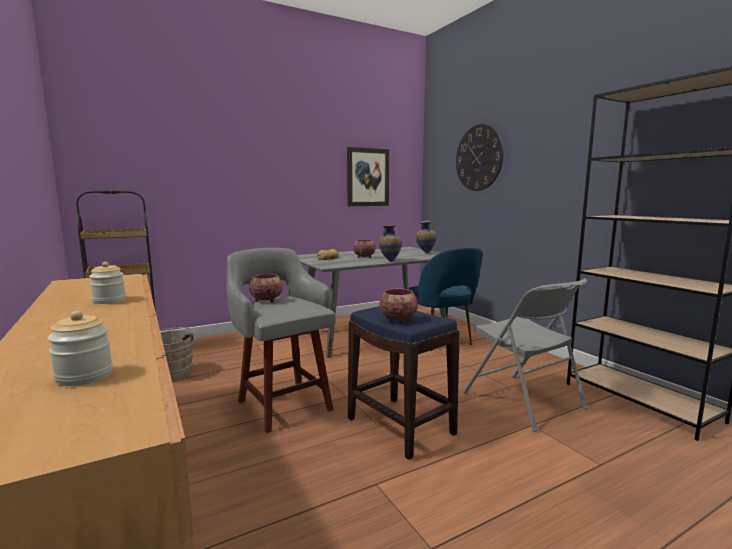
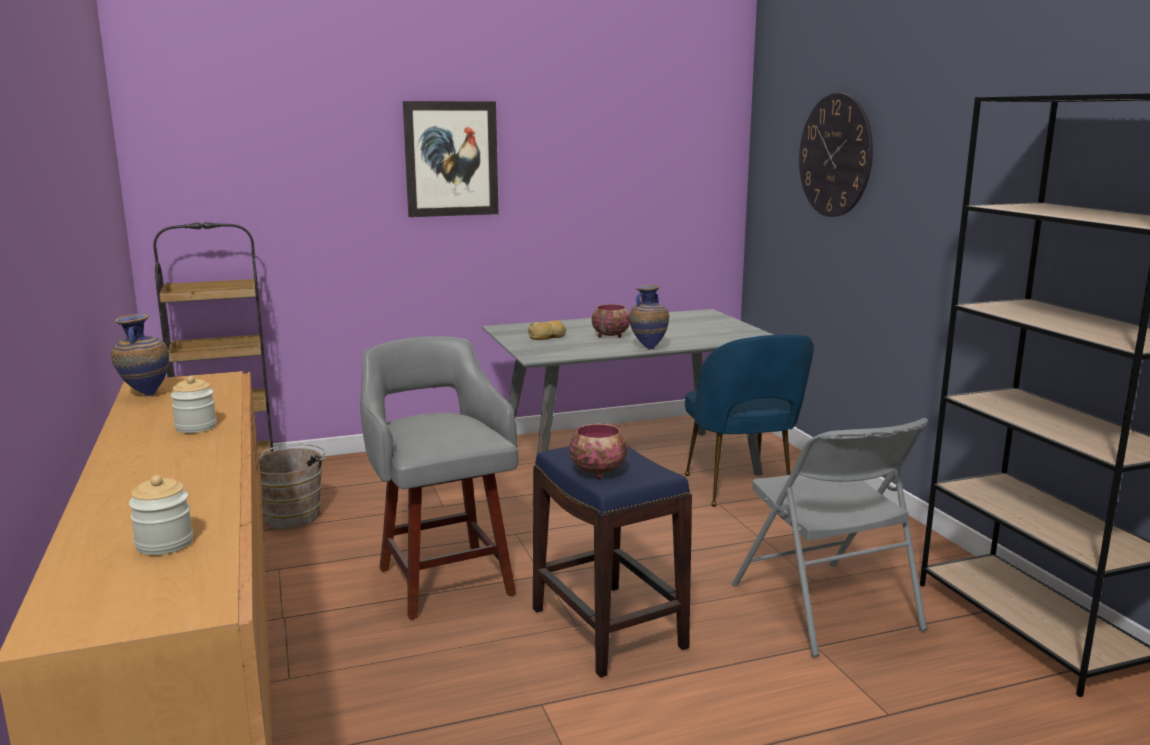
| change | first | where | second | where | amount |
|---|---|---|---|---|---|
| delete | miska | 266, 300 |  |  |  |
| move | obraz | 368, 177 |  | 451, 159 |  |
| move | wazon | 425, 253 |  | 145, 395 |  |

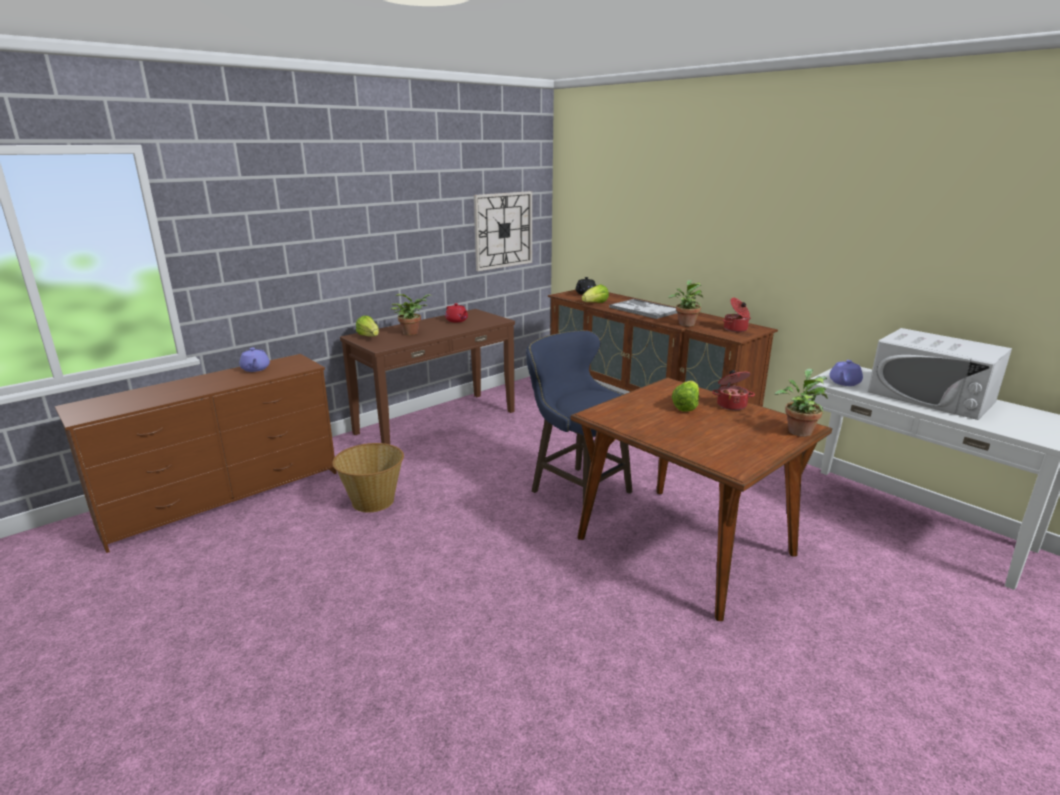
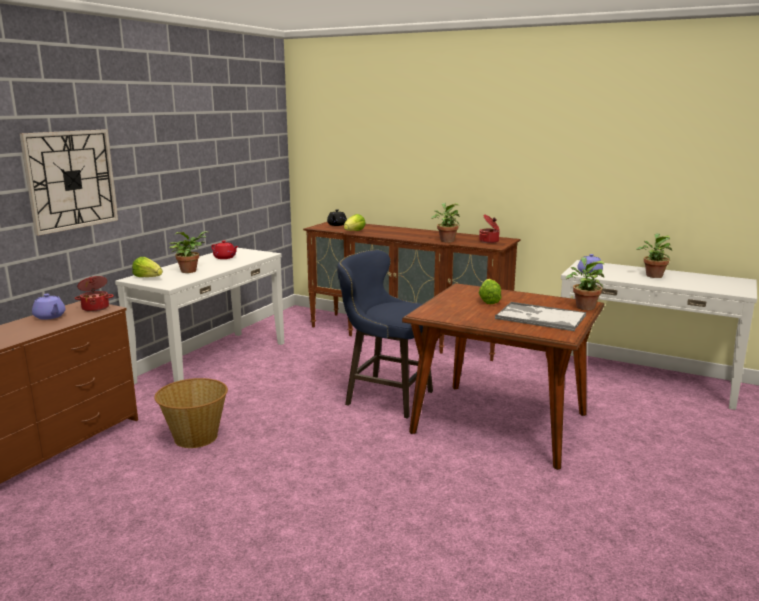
| change | first | where | second | where | amount |
|---|---|---|---|---|---|
| move | zegar ścienny | 503, 230 |  | 71, 180 |  |
| move | taca | 644, 310 |  | 539, 317 |  |
| move | garnek | 731, 405 |  | 95, 307 |  |
| replace | mikrofalówka [biały] | 930, 396 | roślina doniczkowa | 653, 275 |  |
| recolor | stolik konsolowy [brązowy] | 436, 422 | stolik konsolowy [biały] | 212, 362 |  |

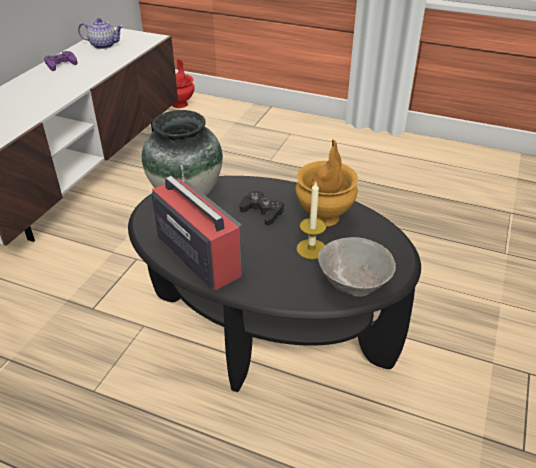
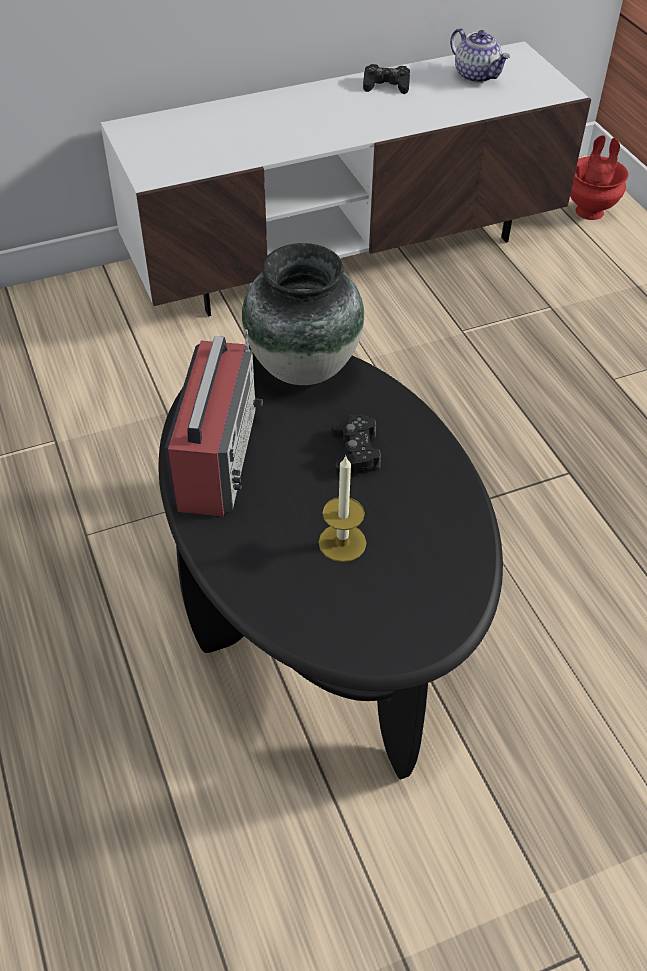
| change | first | where | second | where | amount |
|---|---|---|---|---|---|
| delete | wazon [brązowy] | 324, 217 |  |  |  |
| delete | miska [szary] | 354, 285 |  |  |  |
| recolor | pad do gier [fioletowy] | 61, 64 | pad do gier [czarny] | 386, 85 |  |

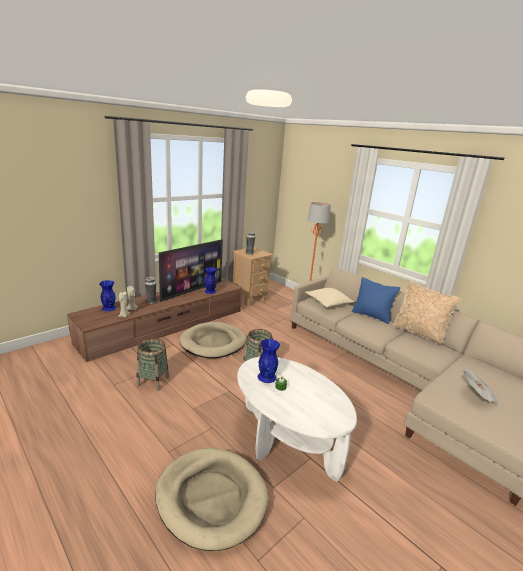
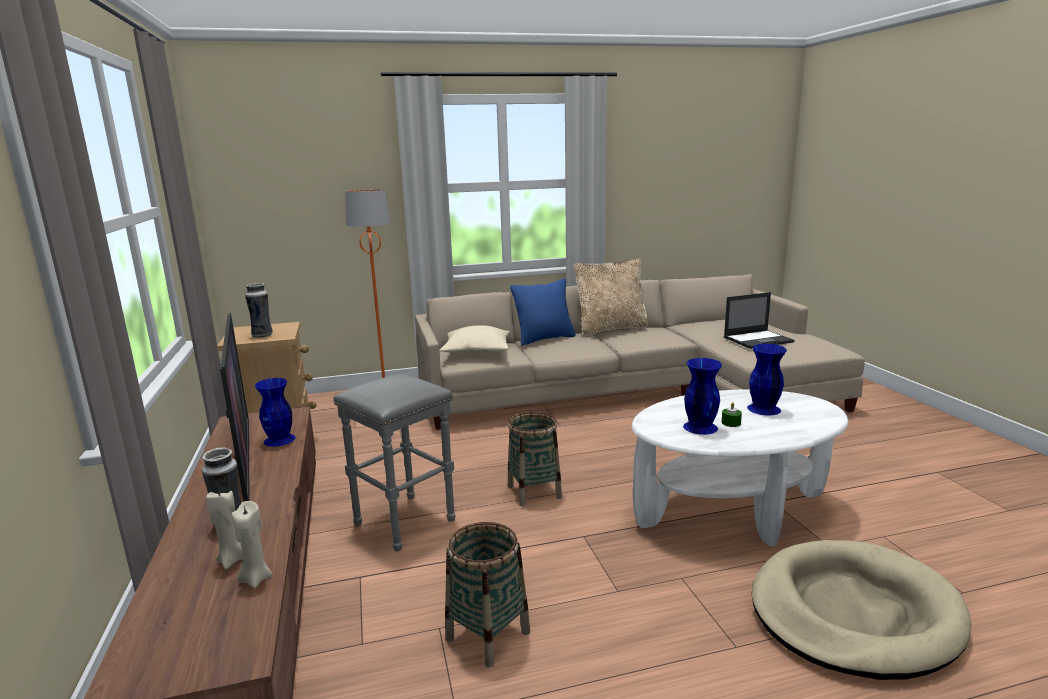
| change | first | where | second | where | amount |
|---|---|---|---|---|---|
| move | wazon [niebieski] | 108, 308 |  | 763, 409 |  |
| replace | legowisko [beżowy] | 213, 342 | stołek [szary] | 405, 520 |  |
| replace | gazeta | 478, 396 | laptop | 758, 339 |  |

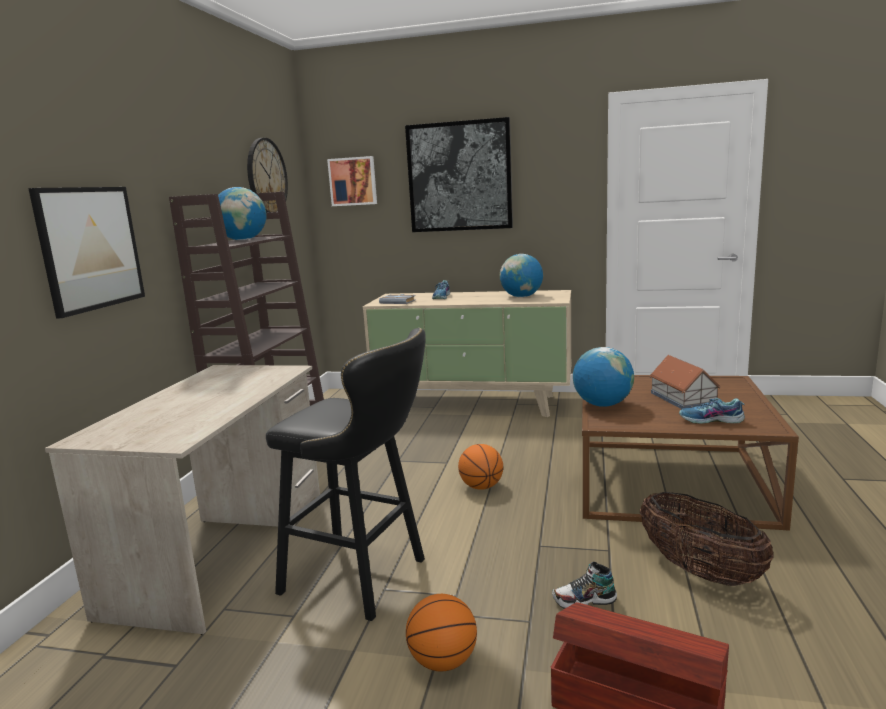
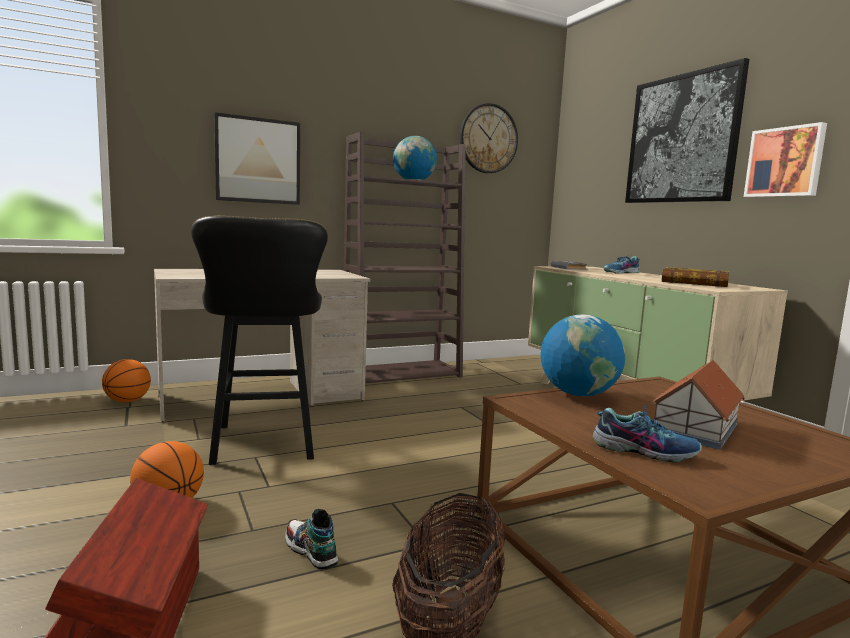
| change | first | where | second | where | amount |
|---|---|---|---|---|---|
| move | obraz | 353, 181 |  | 785, 162 |  |
| move | piłka do koszykówki | 481, 487 |  | 127, 401 |  |
| replace | globus | 521, 297 | książka | 694, 283 |  |
| rotate | but | 711, 420 |  | 644, 450 | 135 degrees clockwise |

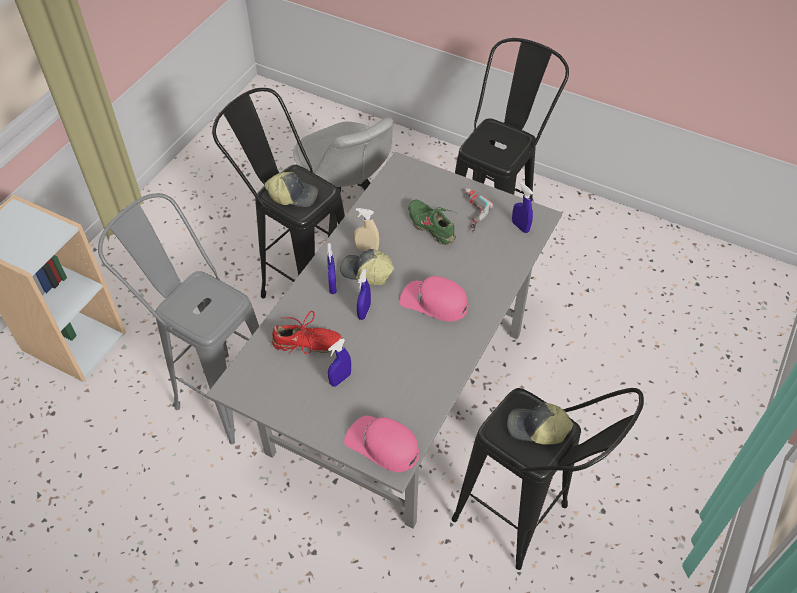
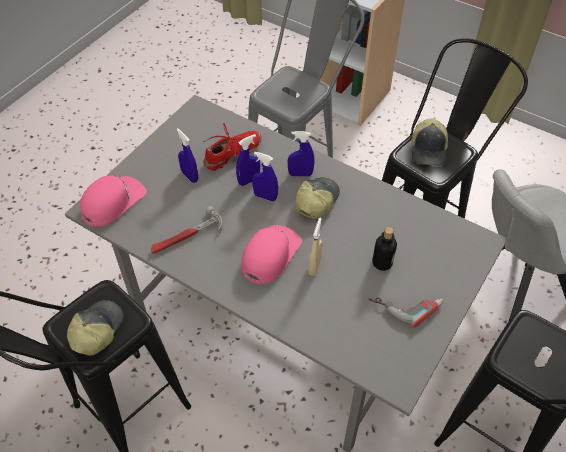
| change | first | where | second | where | amount |
|---|---|---|---|---|---|
| insert |  |  | młotek | 187, 236 |  |
| move | spryskiwacz [beżowy] | 367, 249 |  | 314, 266 |  |
| move | spryskiwacz [niebieski] | 520, 227 |  | 249, 180 |  |
| replace | but [zielony] | 431, 226 | butelka | 382, 263 |  |
| rotate | but [czerwony] | 307, 344 |  | 233, 155 | 135 degrees counterclockwise |

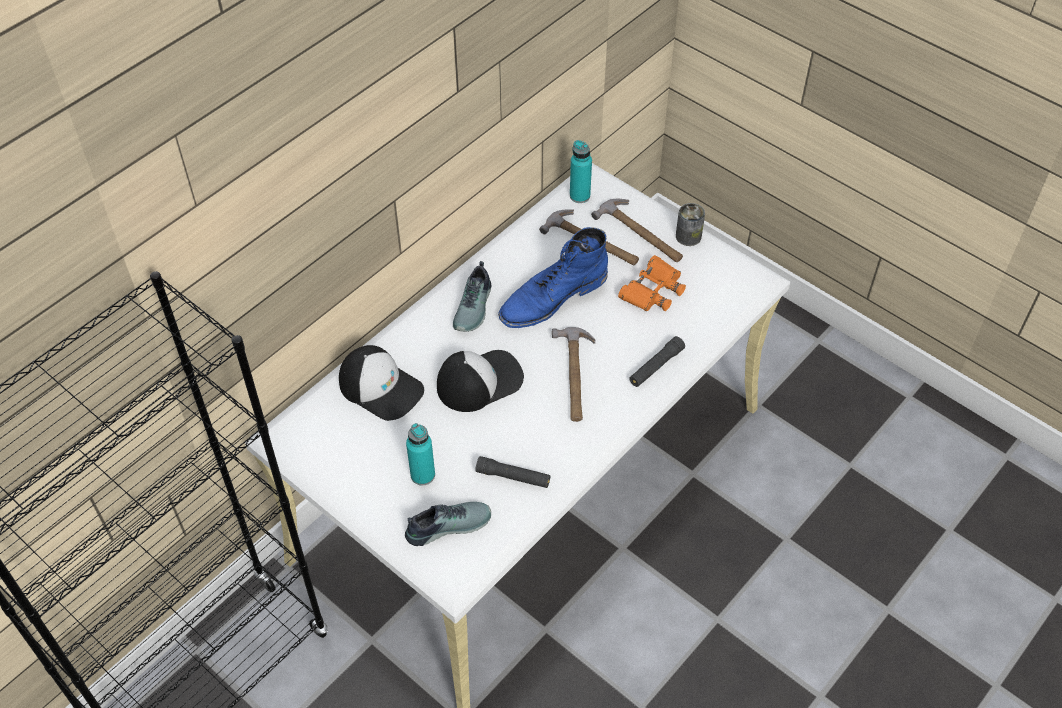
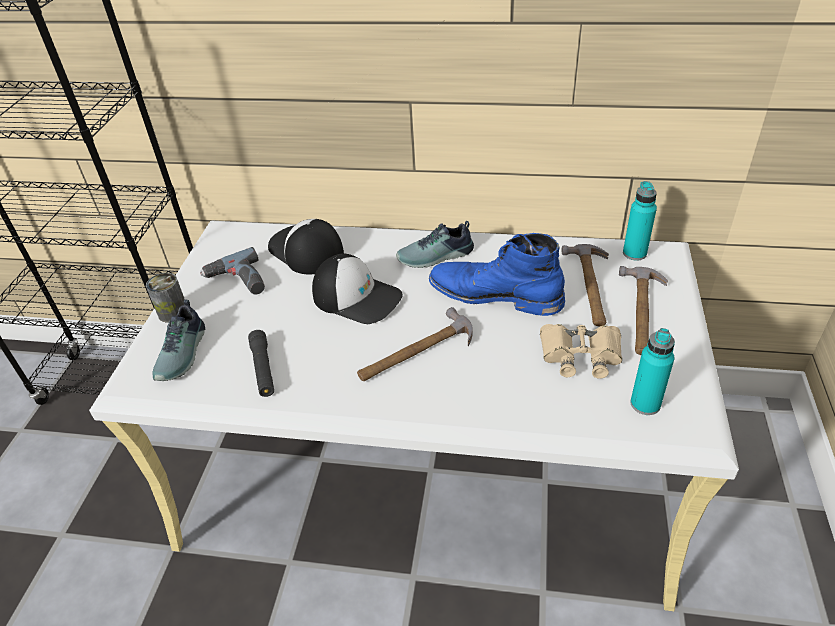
| change | first | where | second | where | amount |
|---|---|---|---|---|---|
| delete | latarka [czarny] | 656, 366 |  |  |  |
| insert |  |  | wiertarka | 237, 282 |  |
| move | butelka [turkusowy] | 423, 475 |  | 645, 404 |  |
| move | puszka | 688, 236 |  | 173, 312 |  |
| recolor | lornetka [pomarańczowy] | 653, 290 | lornetka [beżowy] | 580, 355 |  |
| rotate | czapka z daszkiem | 381, 387 |  | 305, 251 | 135 degrees clockwise |
| rotate | but | 447, 524 |  | 184, 353 | 60 degrees clockwise |

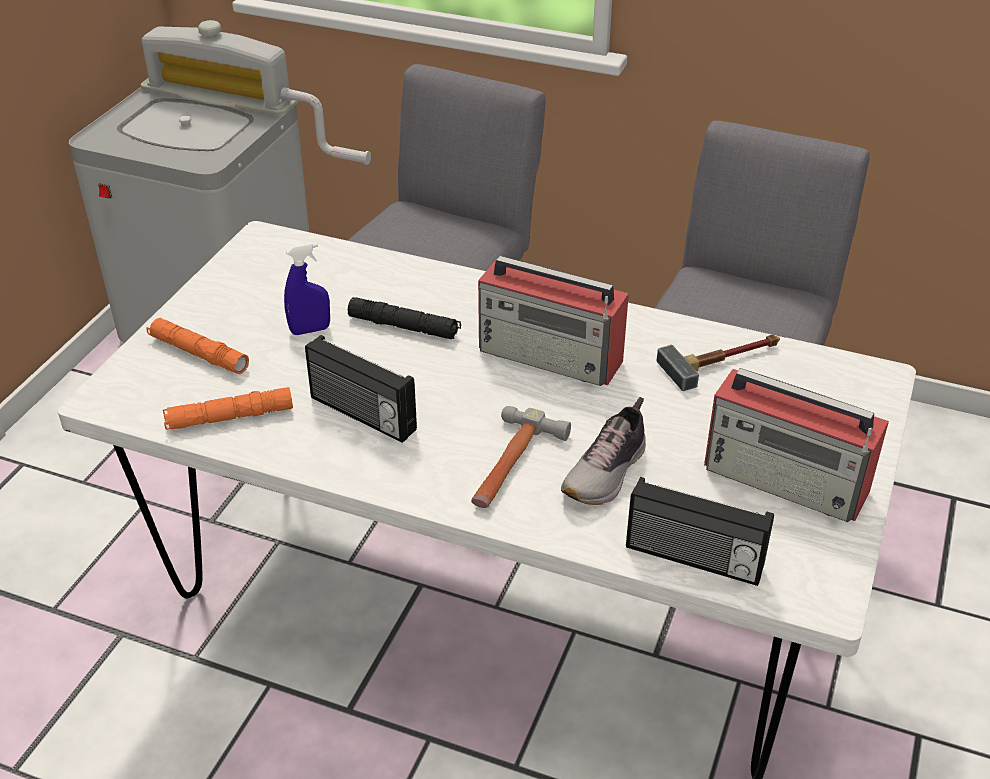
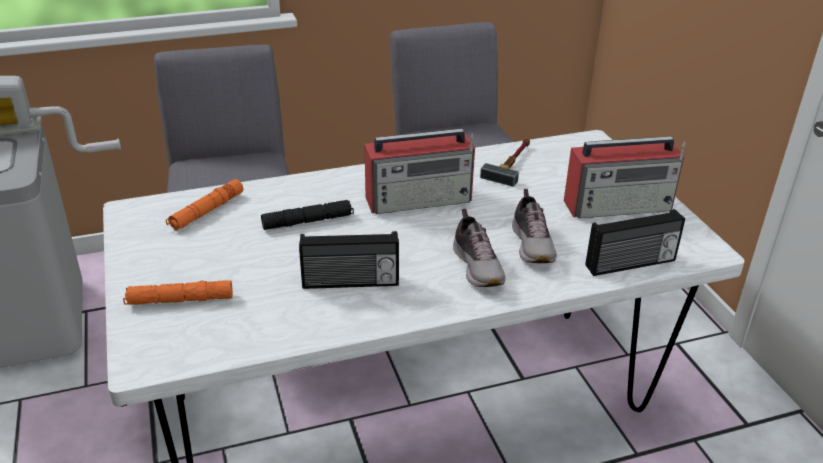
| change | first | where | second | where | amount |
|---|---|---|---|---|---|
| delete | spryskiwacz [niebieski] | 310, 330 |  |  |  |
| move | latarka [pomarańczowy] | 229, 417 |  | 207, 211 |  |
| replace | młotek | 510, 466 | but | 478, 266 |  |

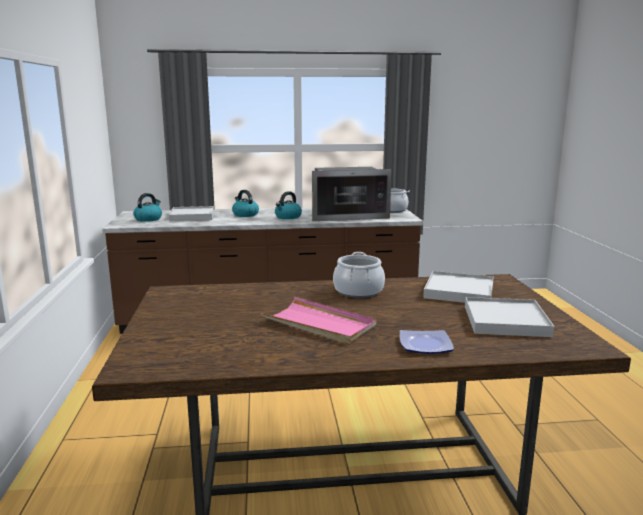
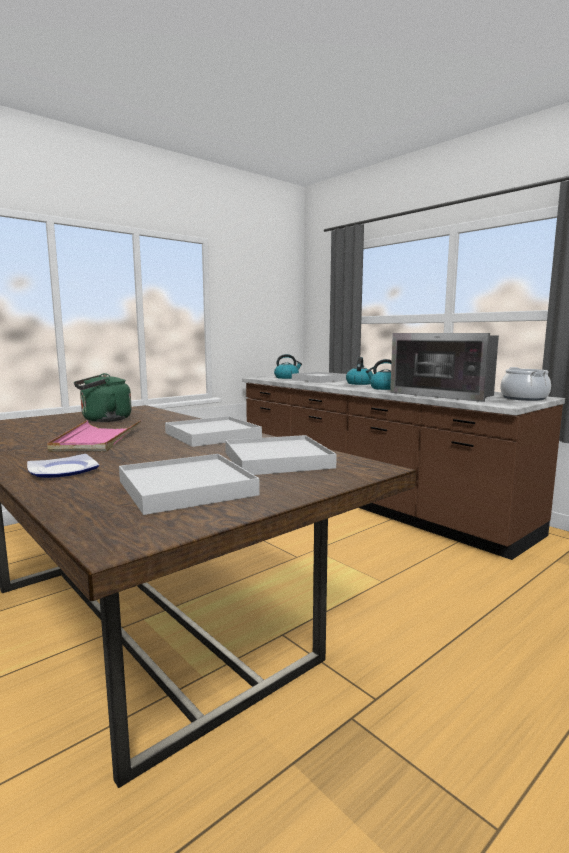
| change | first | where | second | where | amount |
|---|---|---|---|---|---|
| insert |  |  | czajnik [zielony] | 103, 420 |  |
| replace | garnek | 358, 291 | taca [biały] | 212, 435 |  |

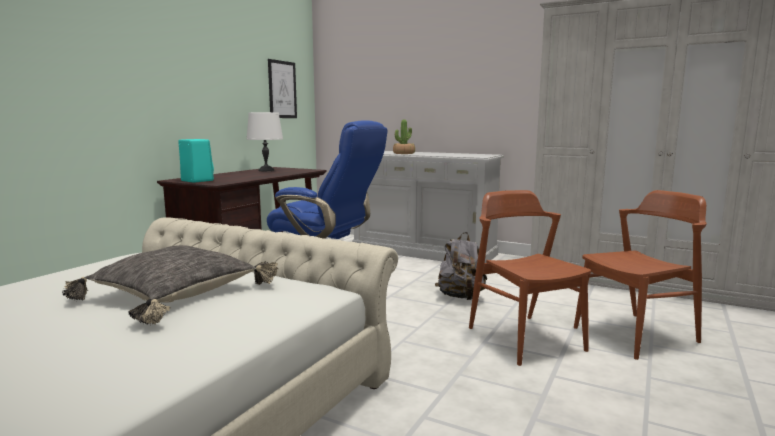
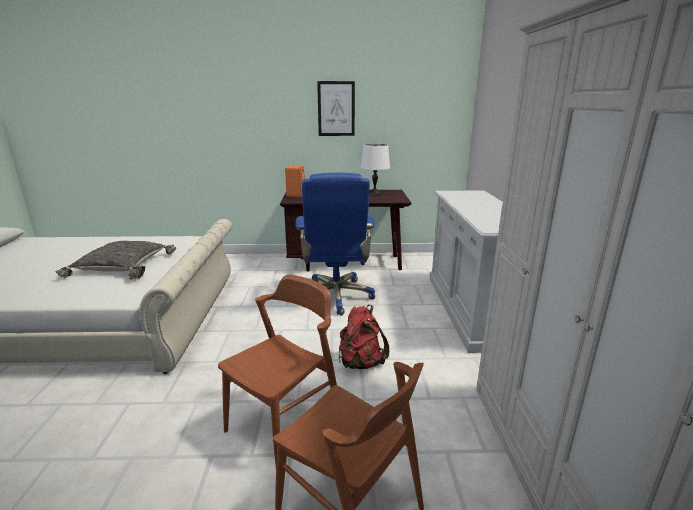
| change | first | where | second | where | amount |
|---|---|---|---|---|---|
| delete | roślina doniczkowa | 404, 153 |  |  |  |
| move | obraz | 282, 89 |  | 336, 109 |  |
| recolor | głośnik [turkusowy] | 196, 180 | głośnik [pomarańczowy] | 296, 195 |  |
| recolor | plecak [szary] | 461, 297 | plecak [czerwony] | 361, 363 |  |

